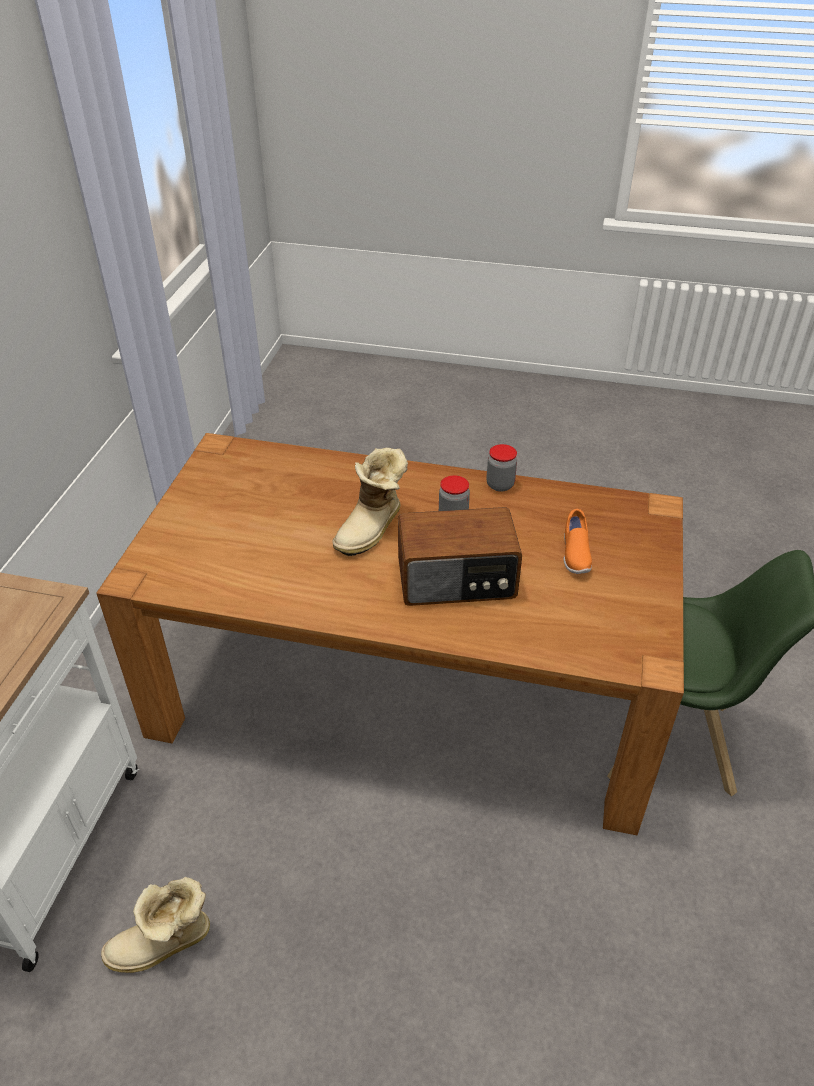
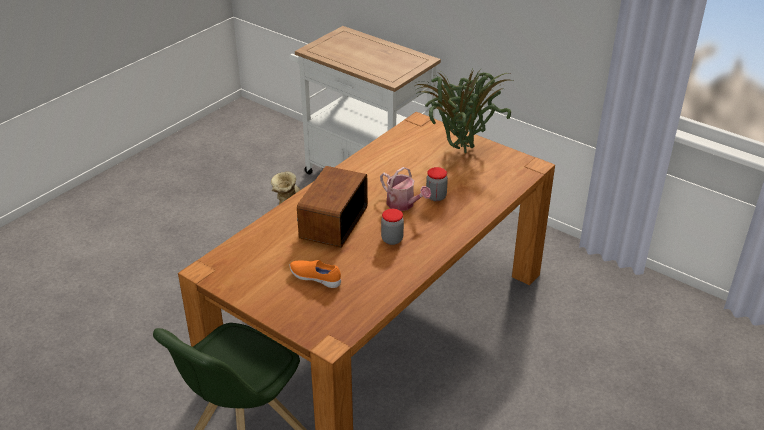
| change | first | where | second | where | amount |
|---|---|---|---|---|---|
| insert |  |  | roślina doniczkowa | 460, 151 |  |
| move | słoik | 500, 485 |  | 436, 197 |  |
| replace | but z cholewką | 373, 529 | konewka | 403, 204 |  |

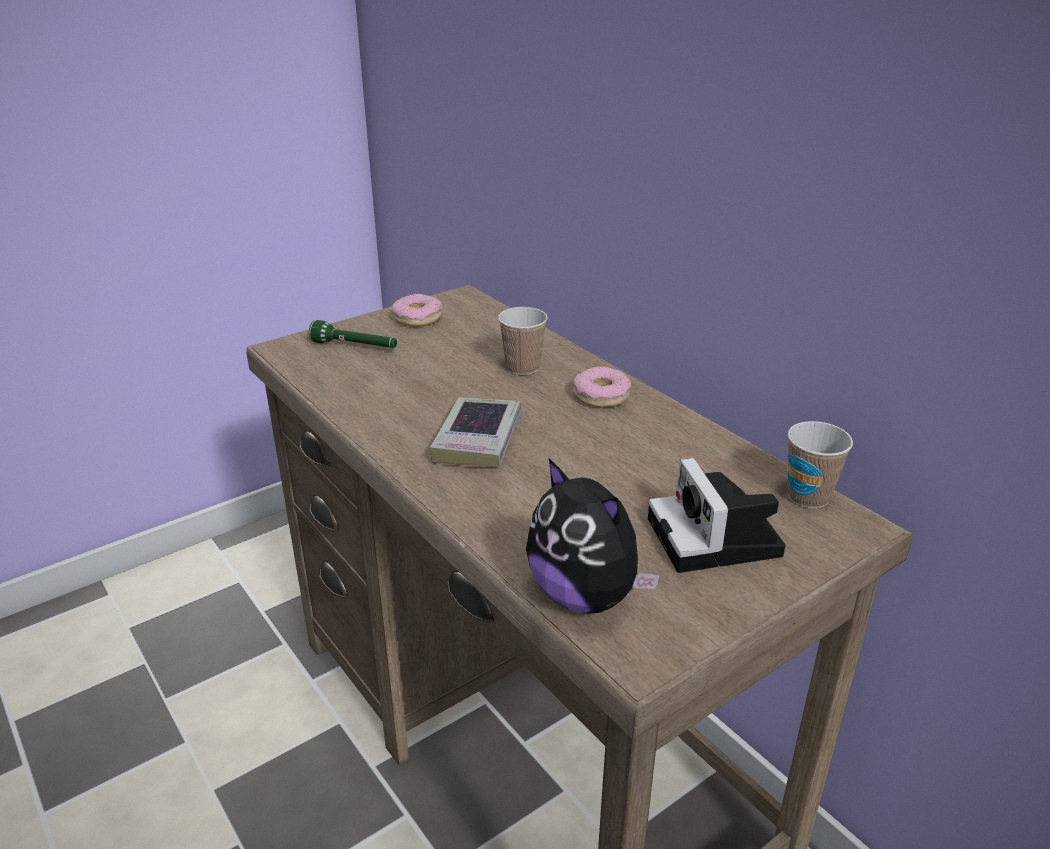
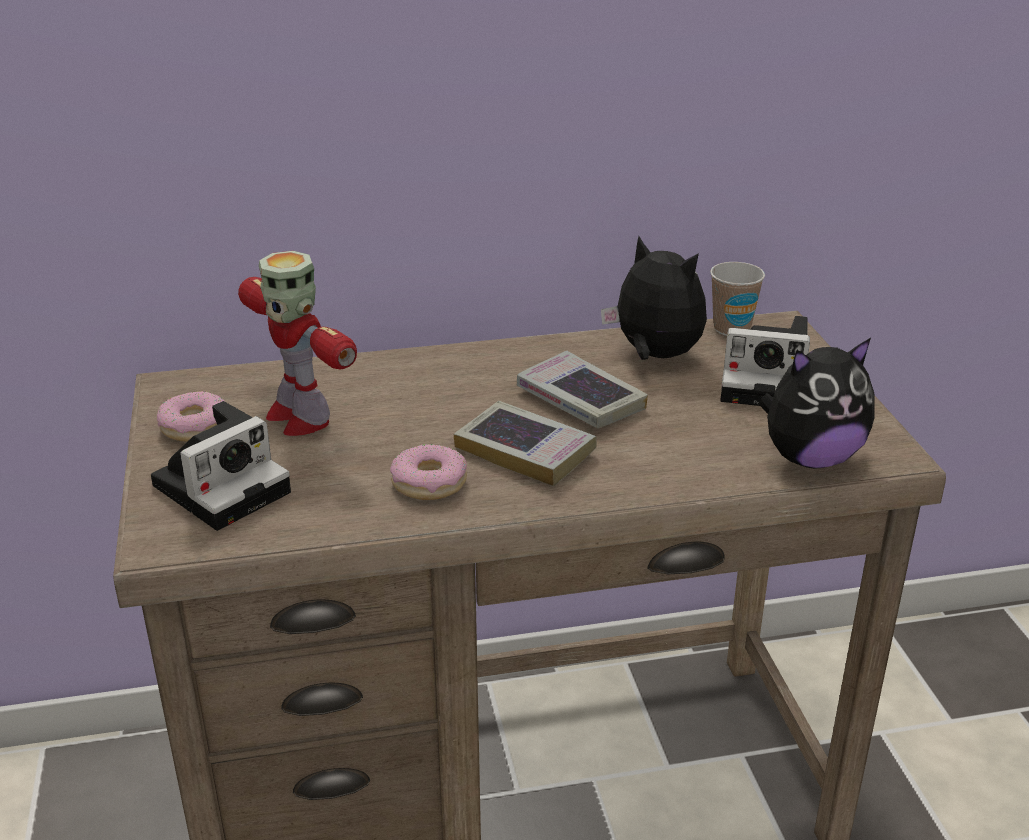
| change | first | where | second | where | amount |
|---|---|---|---|---|---|
| delete | filiżanka | 522, 367 |  |  |  |
| insert |  |  | robot zabawkowy | 299, 417 |  |
| insert |  |  | książka | 580, 400 |  |
| insert |  |  | pluszak | 654, 356 |  |
| move | donut | 600, 395 |  | 429, 482 |  |
| replace | latarka [zielony] | 355, 347 | aparat fotograficzny | 224, 486 |  |

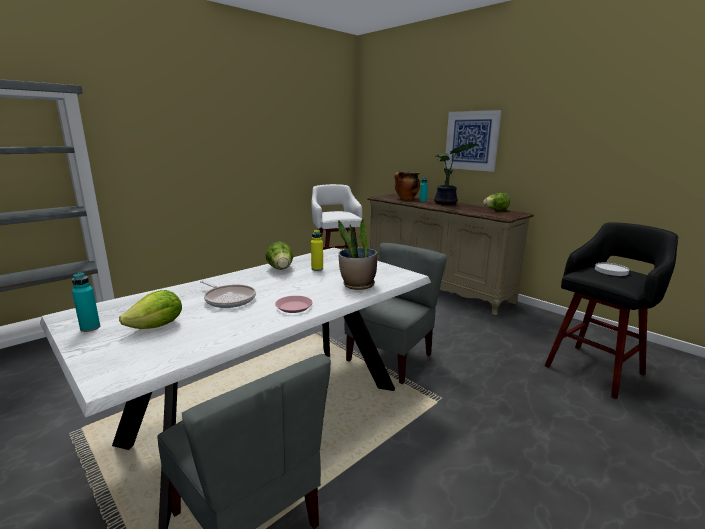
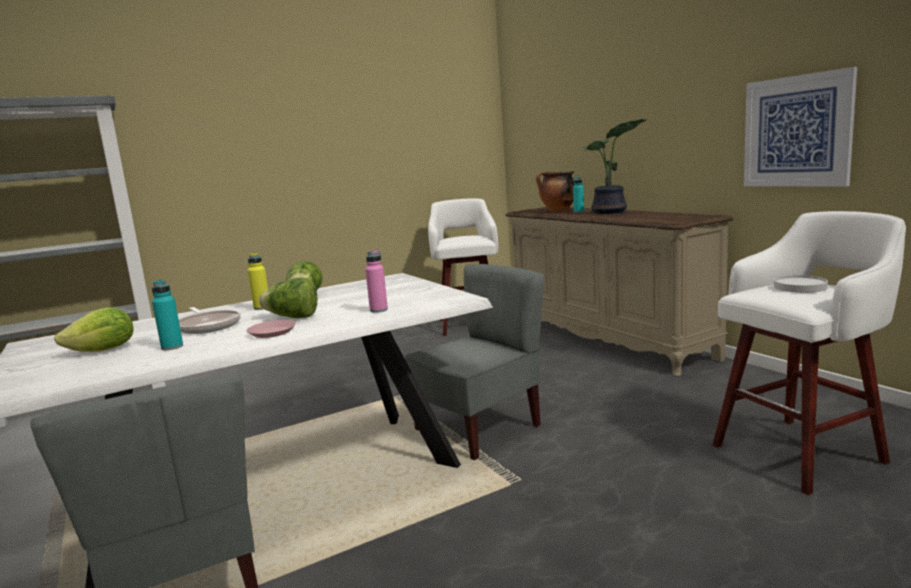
| change | first | where | second | where | amount |
|---|---|---|---|---|---|
| move | butelka [turkusowy] | 90, 328 |  | 172, 347 |  |
| move | butelka [żółty] | 317, 269 |  | 262, 307 |  |
| move | obraz | 471, 140 |  | 796, 131 |  |
| move | sałata | 496, 210 |  | 292, 317 |  |
| replace | roślina doniczkowa | 357, 285 | butelka [różowy] | 378, 310 |  |
| recolor | stołek [czarny] | 596, 369 | stołek [biały] | 801, 452 |  |

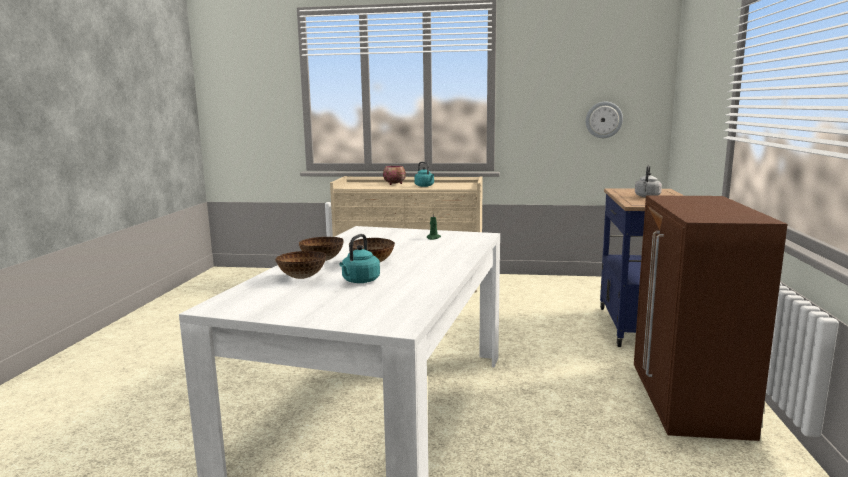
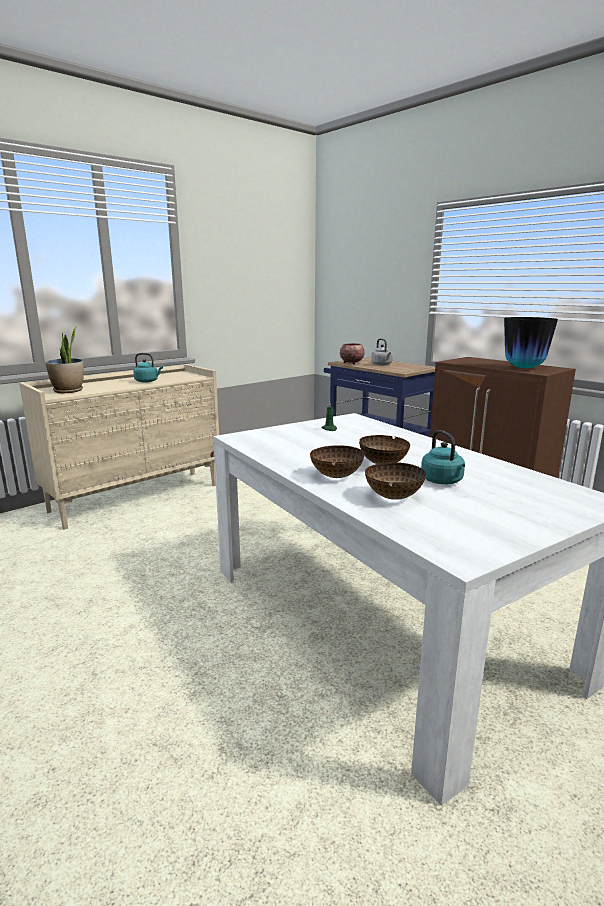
| change | first | where | second | where | amount |
|---|---|---|---|---|---|
| delete | zegar ścienny | 603, 120 |  |  |  |
| insert |  |  | roślina doniczkowa | 68, 391 |  |
| insert |  |  | wazon | 524, 368 |  |
| move | miska | 395, 184 |  | 352, 363 |  |

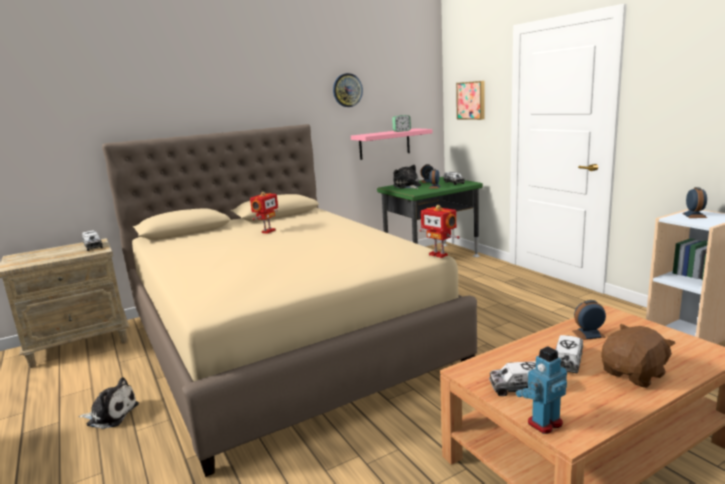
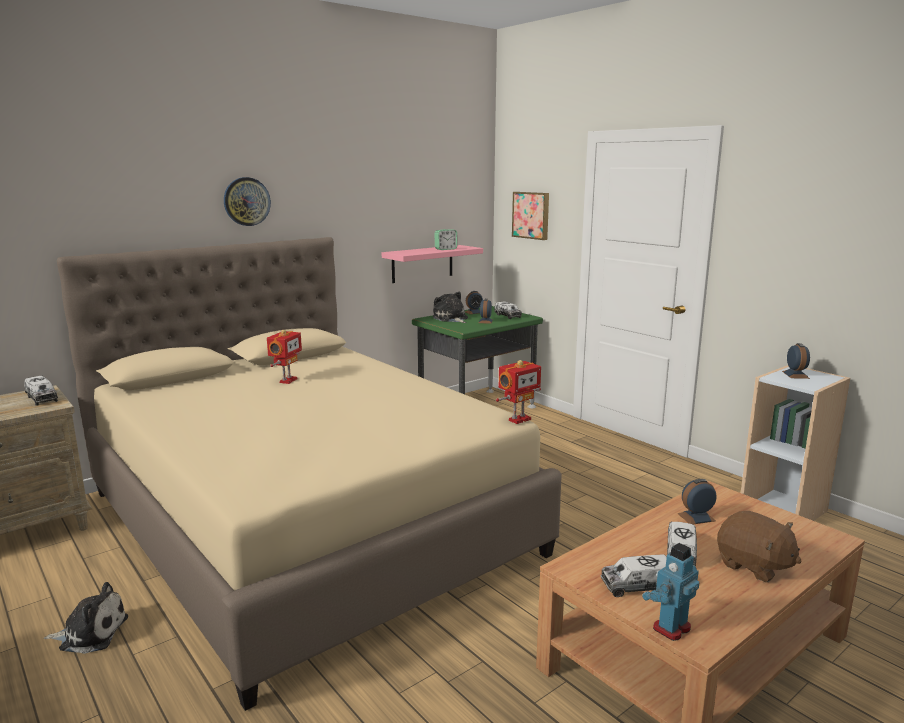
| change | first | where | second | where | amount |
|---|---|---|---|---|---|
| move | zegar ścienny | 347, 90 |  | 246, 201 |  |
| rotate | robot zabawkowy | 439, 254 |  | 518, 419 | 75 degrees counterclockwise |
| rotate | pluszak [brązowy] | 634, 374 |  | 753, 566 | 90 degrees clockwise |

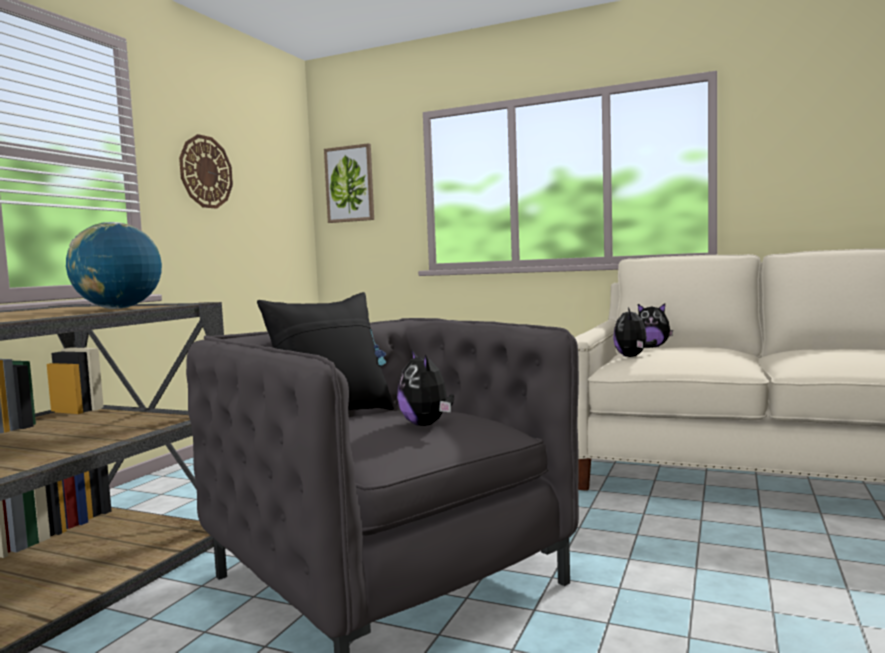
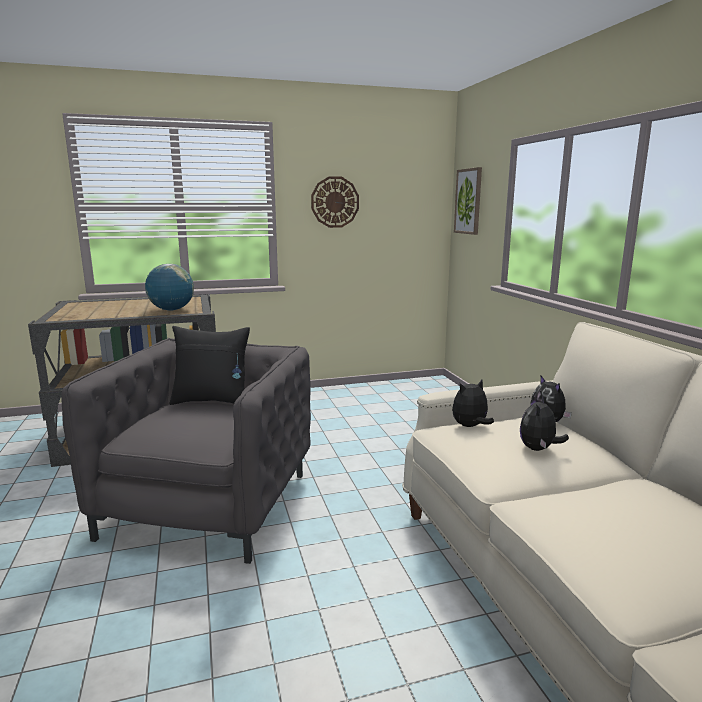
| change | first | where | second | where | amount |
|---|---|---|---|---|---|
| move | pluszak | 427, 424 |  | 538, 449 |  |

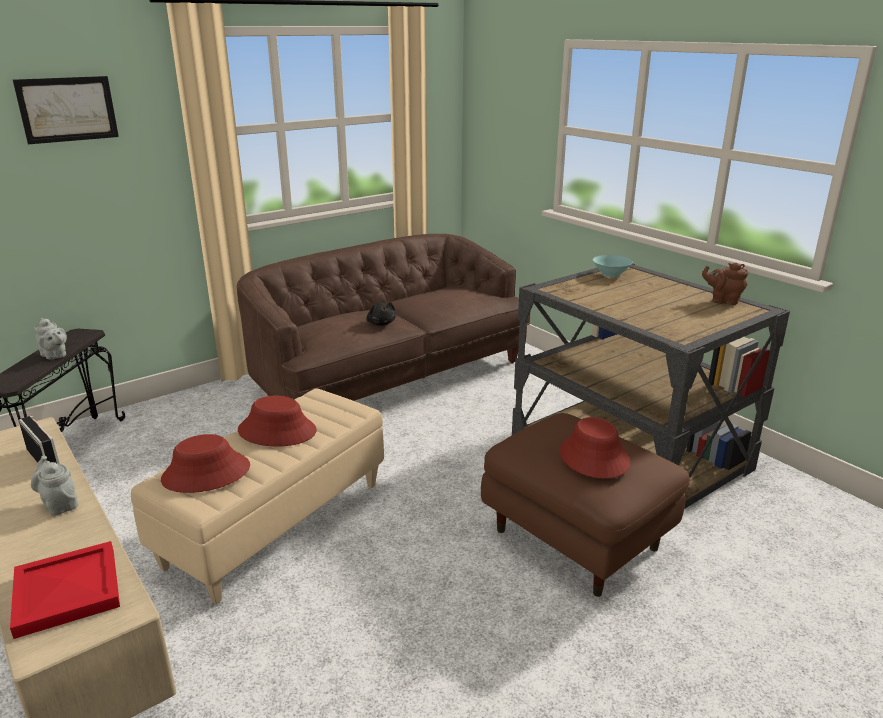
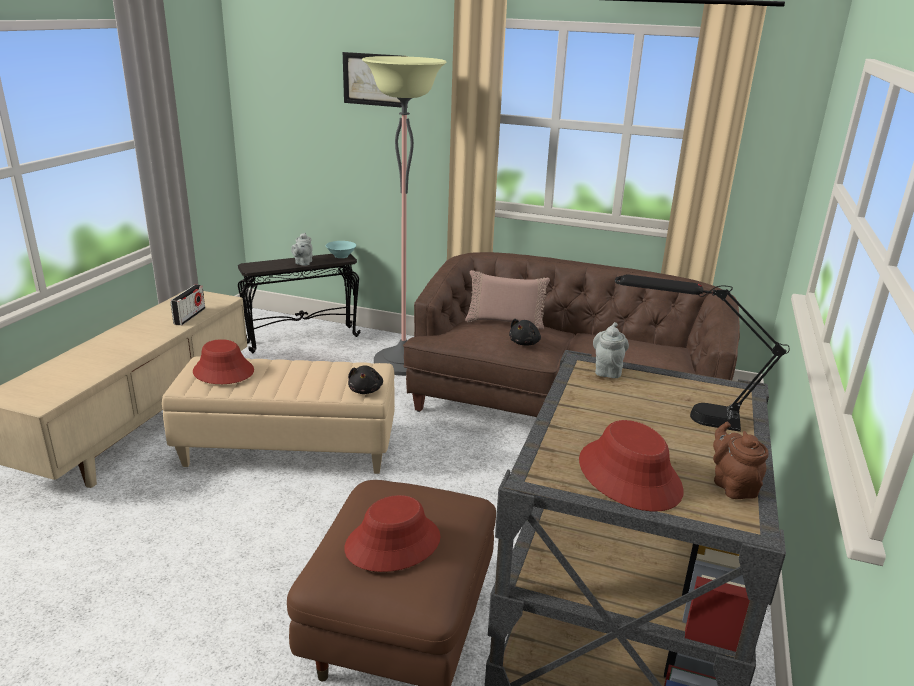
| change | first | where | second | where | amount |
|---|---|---|---|---|---|
| delete | taca [czerwony] | 65, 591 |  |  |  |
| insert |  |  | pluszak [czarny] | 365, 390 |  |
| insert |  |  | lampa stojąca | 403, 362 |  |
| insert |  |  | poduszka [beżowy] | 505, 322 |  |
| insert |  |  | lampa stołowa [czarny] | 681, 413 |  |
| move | imbryk [szary] | 60, 504 |  | 607, 370 |  |
| move | kapelusz [czerwony] | 277, 431 |  | 629, 475 |  |
| move | miska [turkusowy] | 611, 274 |  | 341, 256 |  |

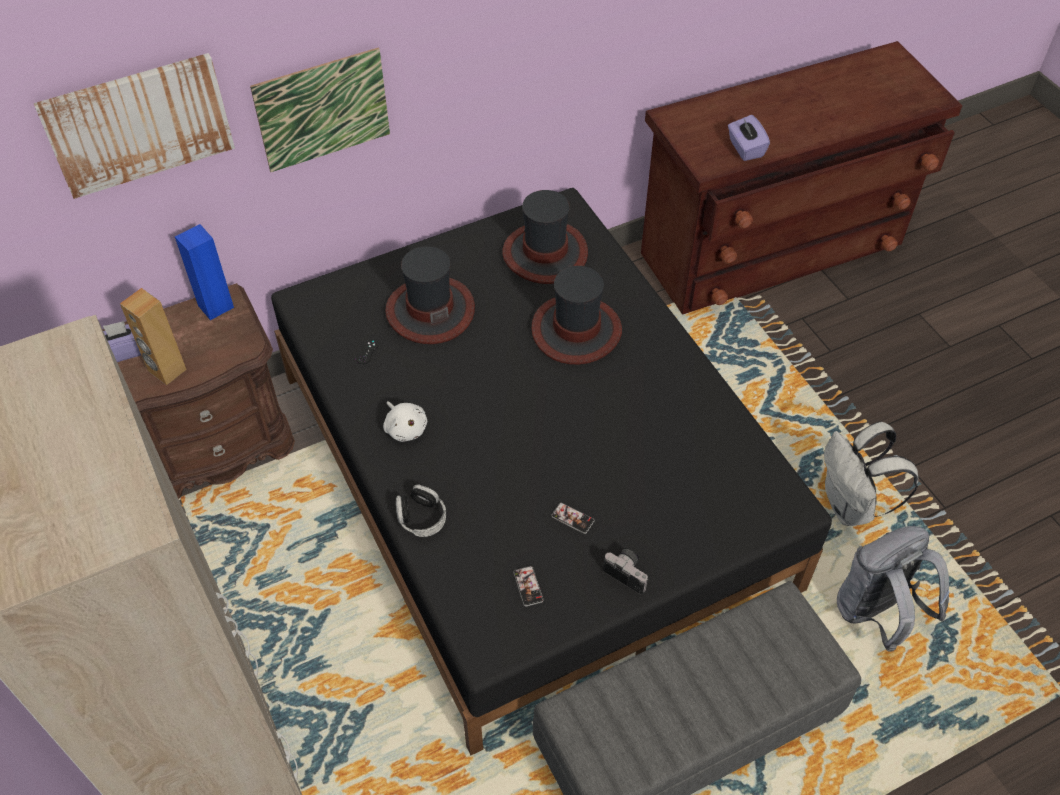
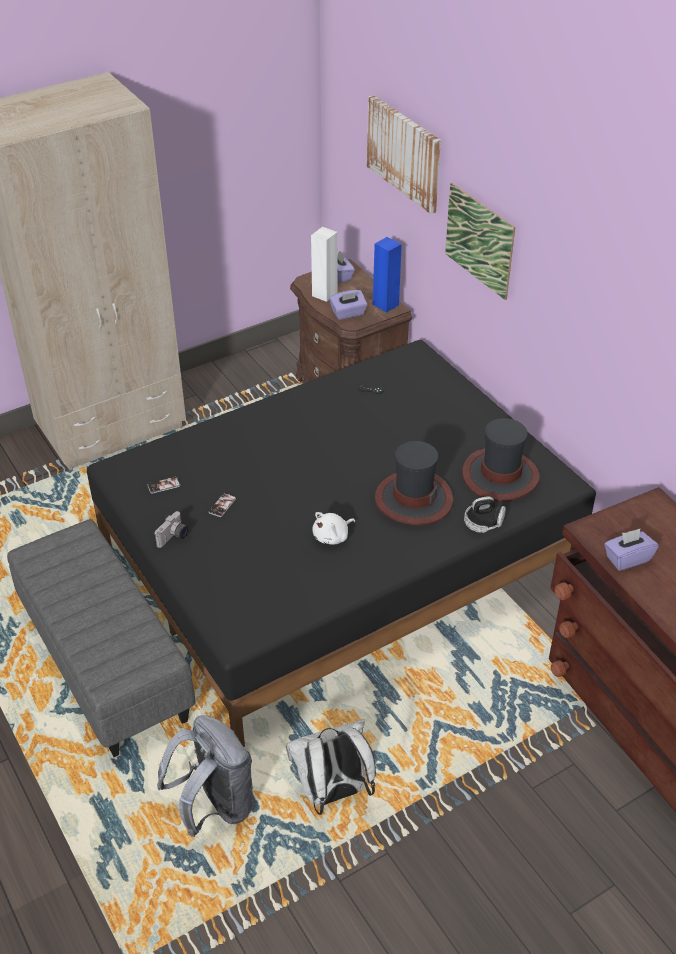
| change | first | where | second | where | amount |
|---|---|---|---|---|---|
| delete | kapelusz | 430, 310 |  |  |  |
| insert |  |  | pudełko chusteczek [fioletowy] | 348, 313 |  |
| move | pluszak [biały] | 405, 428 |  | 332, 537 |  |
| move | słuchawki | 421, 517 |  | 483, 521 |  |
| recolor | głośnik [brązowy] | 166, 370 | głośnik [biały] | 324, 294 |  |

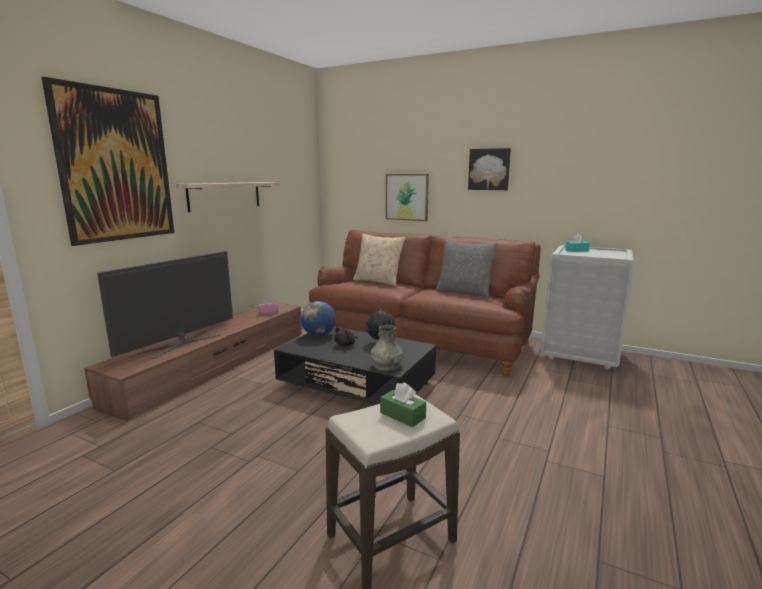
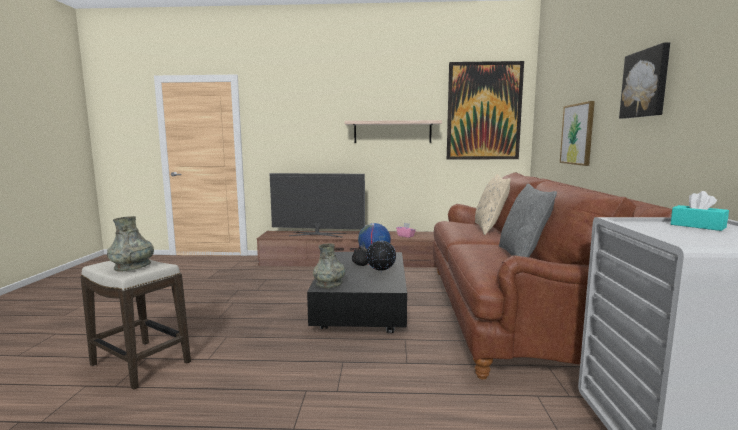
| change | first | where | second | where | amount |
|---|---|---|---|---|---|
| move | obraz | 116, 166 |  | 484, 111 |  |
| replace | pudełko chusteczek [zielony] | 402, 415 | wazon [szary] | 132, 266 |  |

